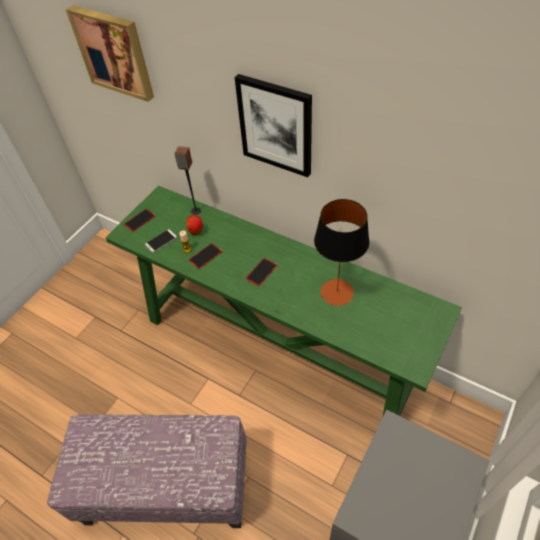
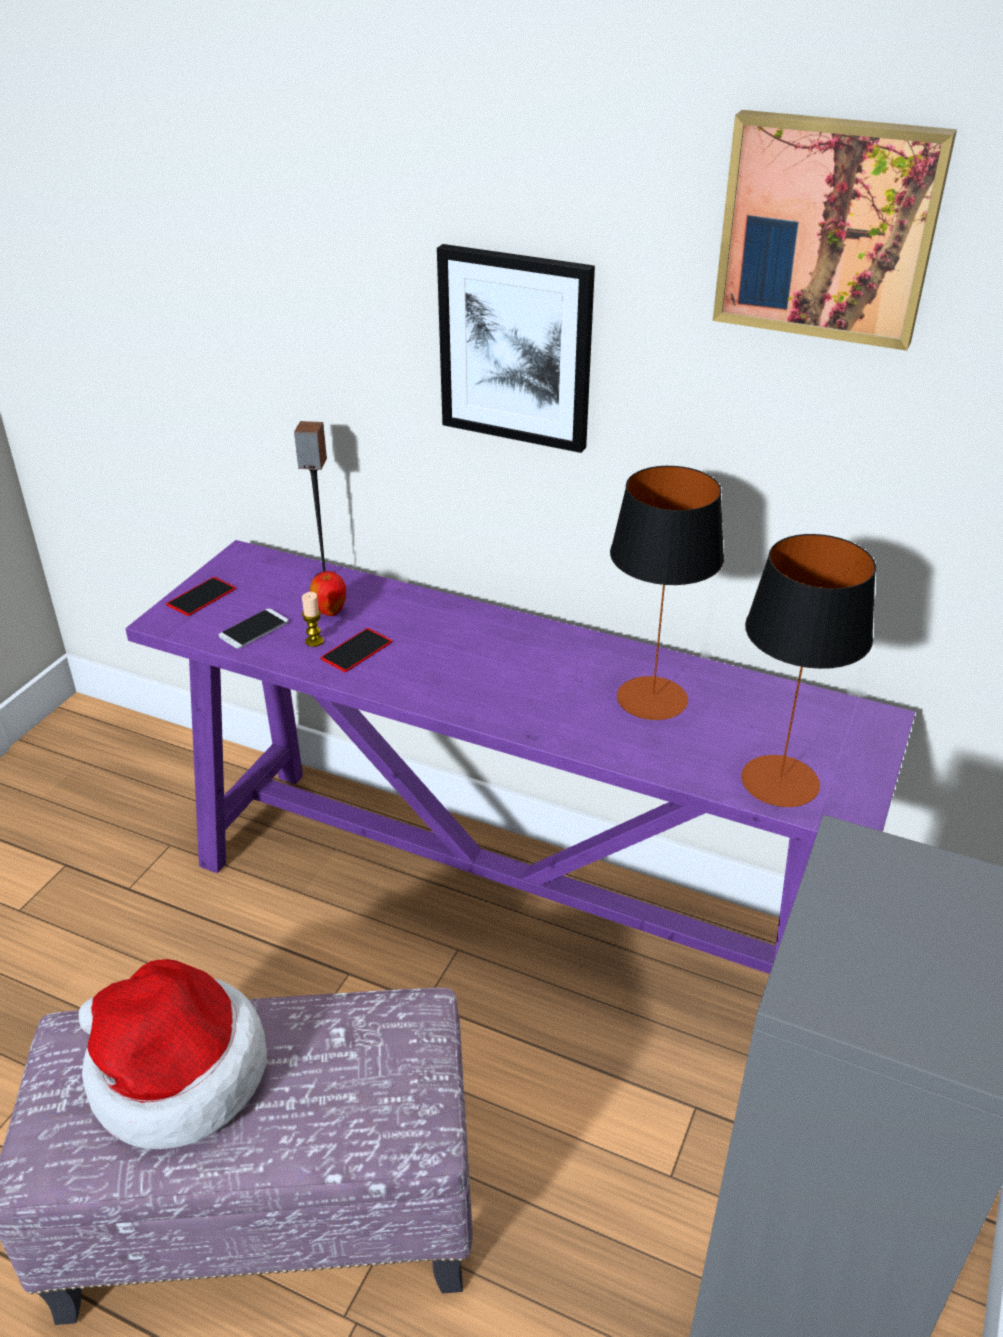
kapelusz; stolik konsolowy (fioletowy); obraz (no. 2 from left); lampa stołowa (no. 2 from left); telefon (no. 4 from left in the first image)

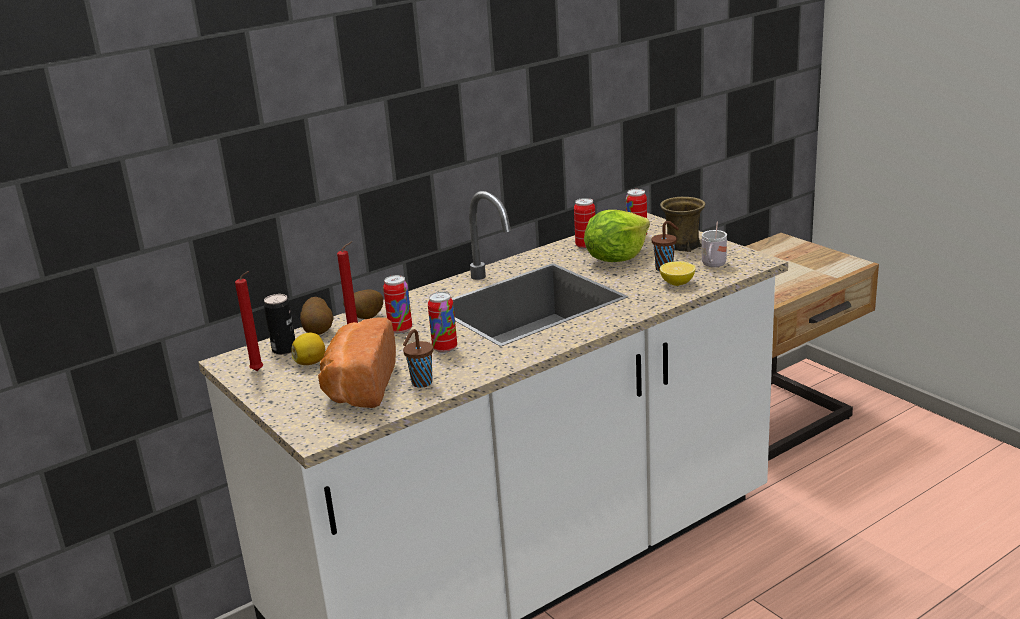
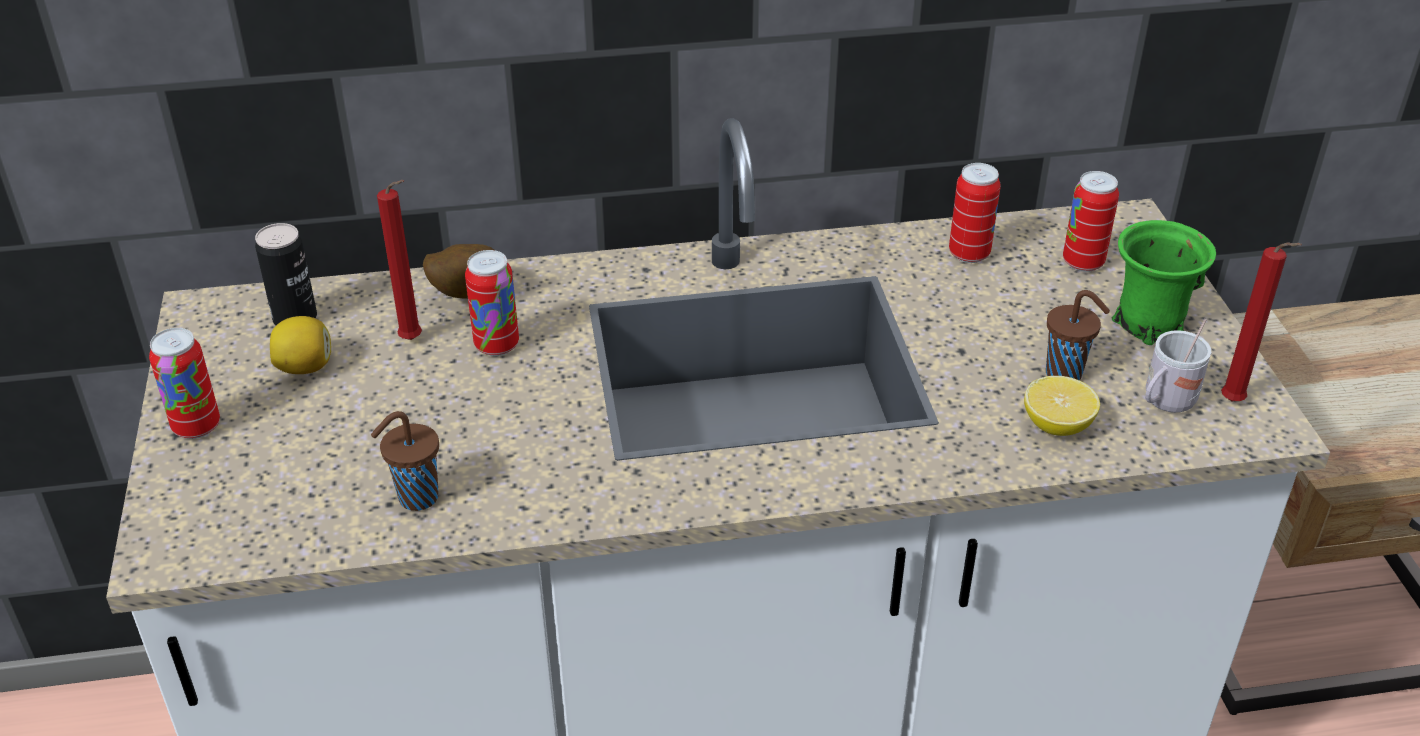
puszka (no. 1 from left); kubek (zielony); świeca (czerwony) (no. 2 from left); ziemniak (no. 1 from left in the first image); chleb; sałata

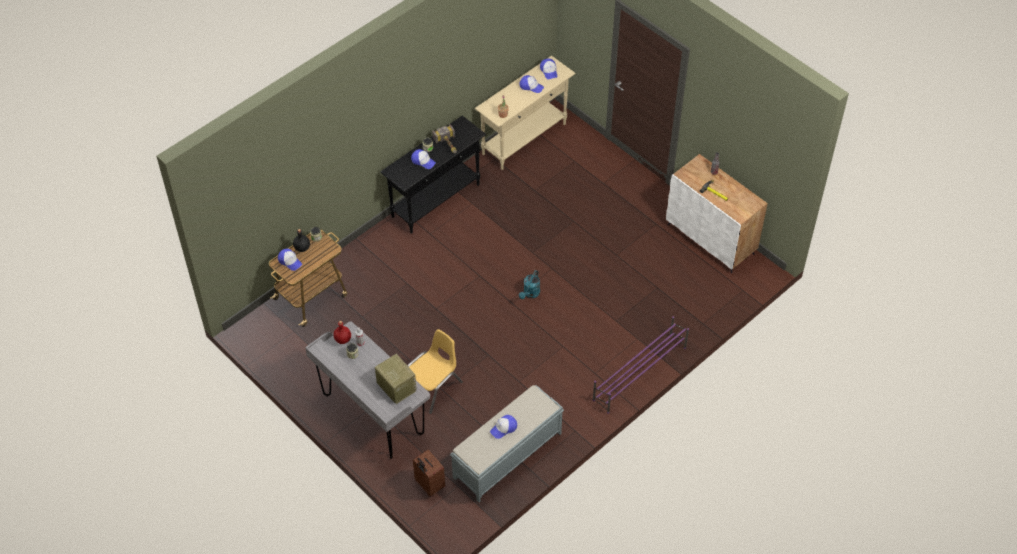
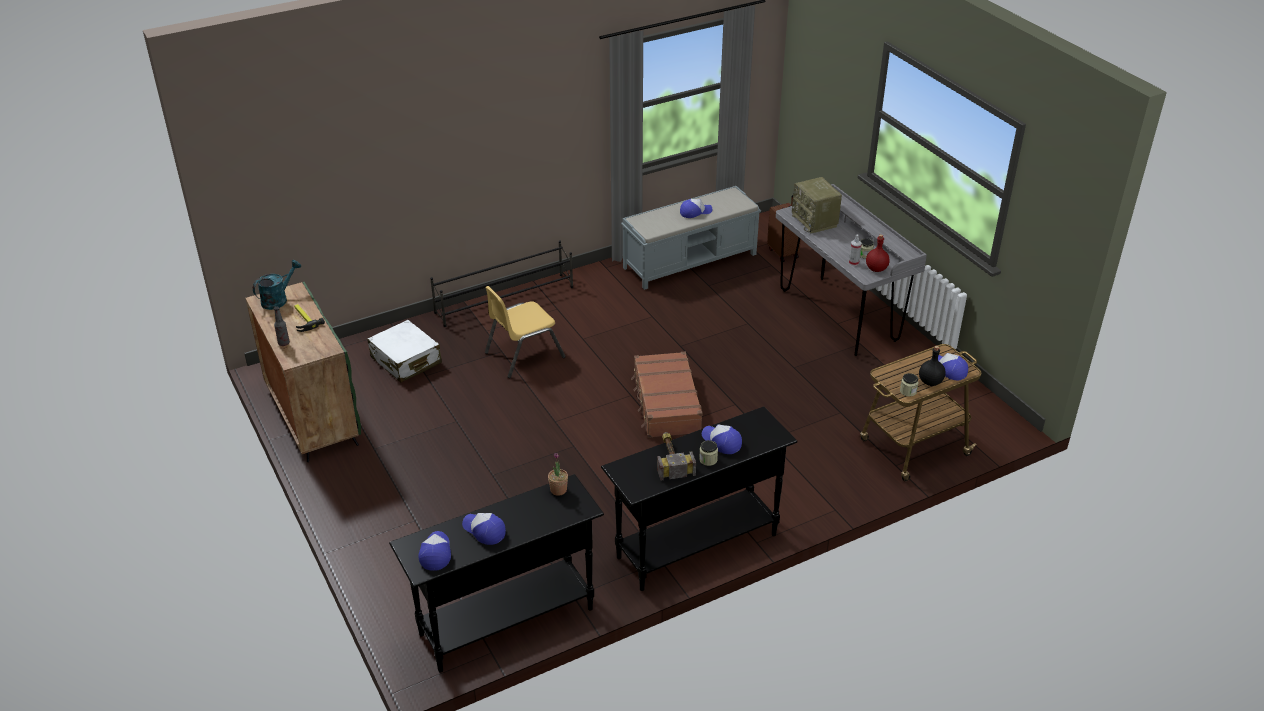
szafka (zielony); konewka (turkusowy); walizka (biały); stolik konsolowy (czarny) (no. 1 from left); regał na buty (czarny); krzesło (żółty); walizka (brązowy) (no. 1 from left)

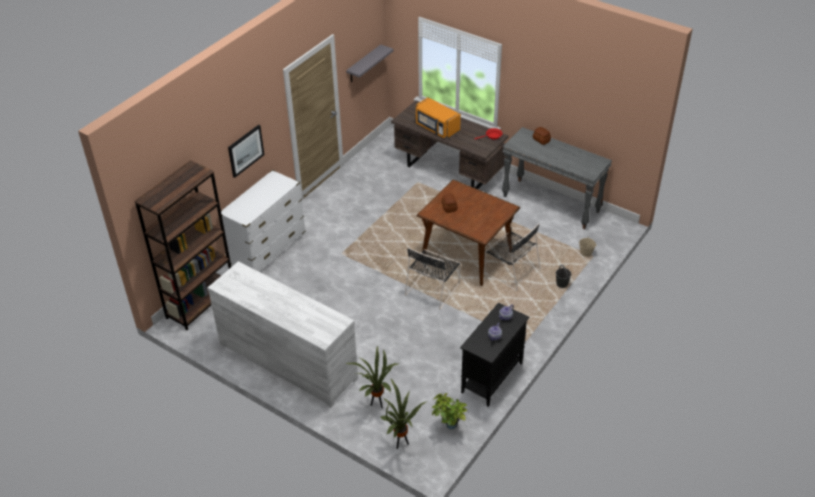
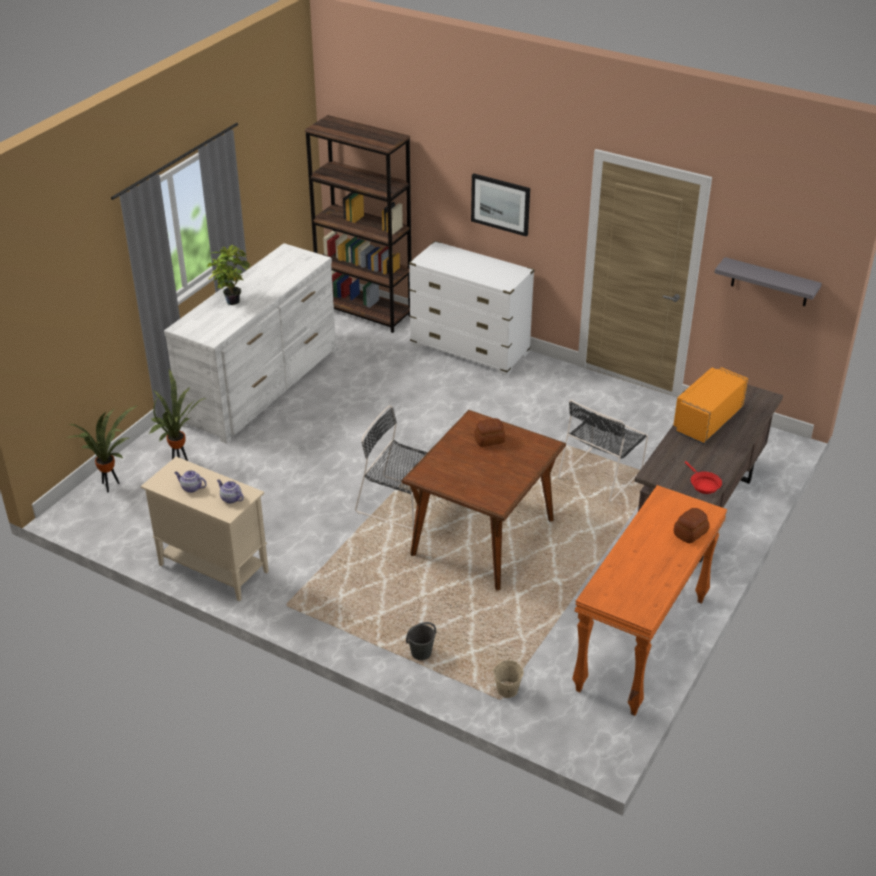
szafka (beżowy); roślina doniczkowa (no. 3 from left); krzesło (czarny) (no. 2 from left); stolik konsolowy (pomarańczowy)

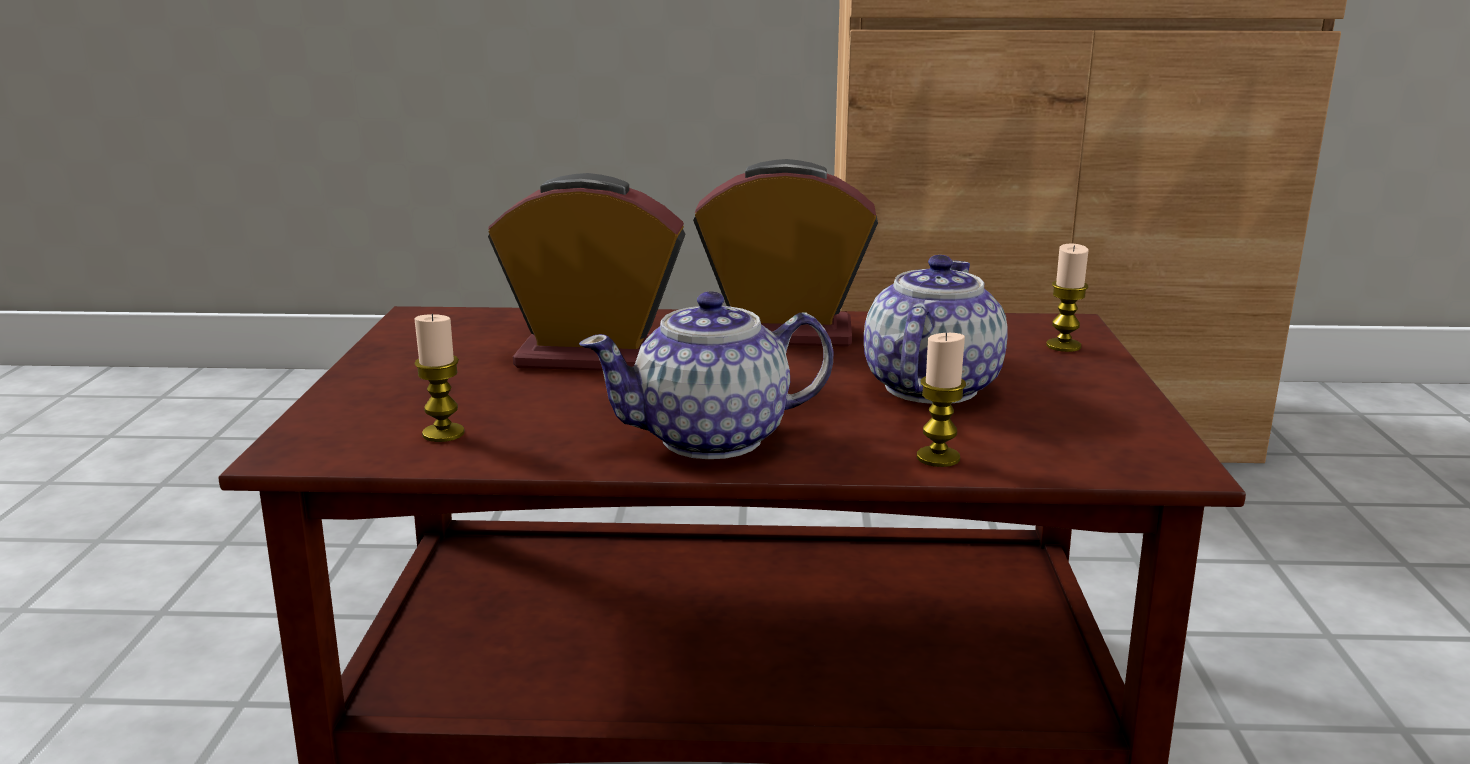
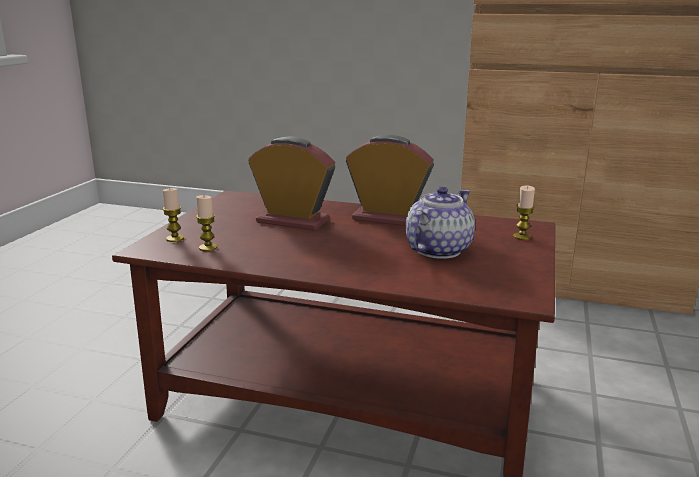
świeca (no. 1 from left); imbryk (no. 1 from left in the first image)

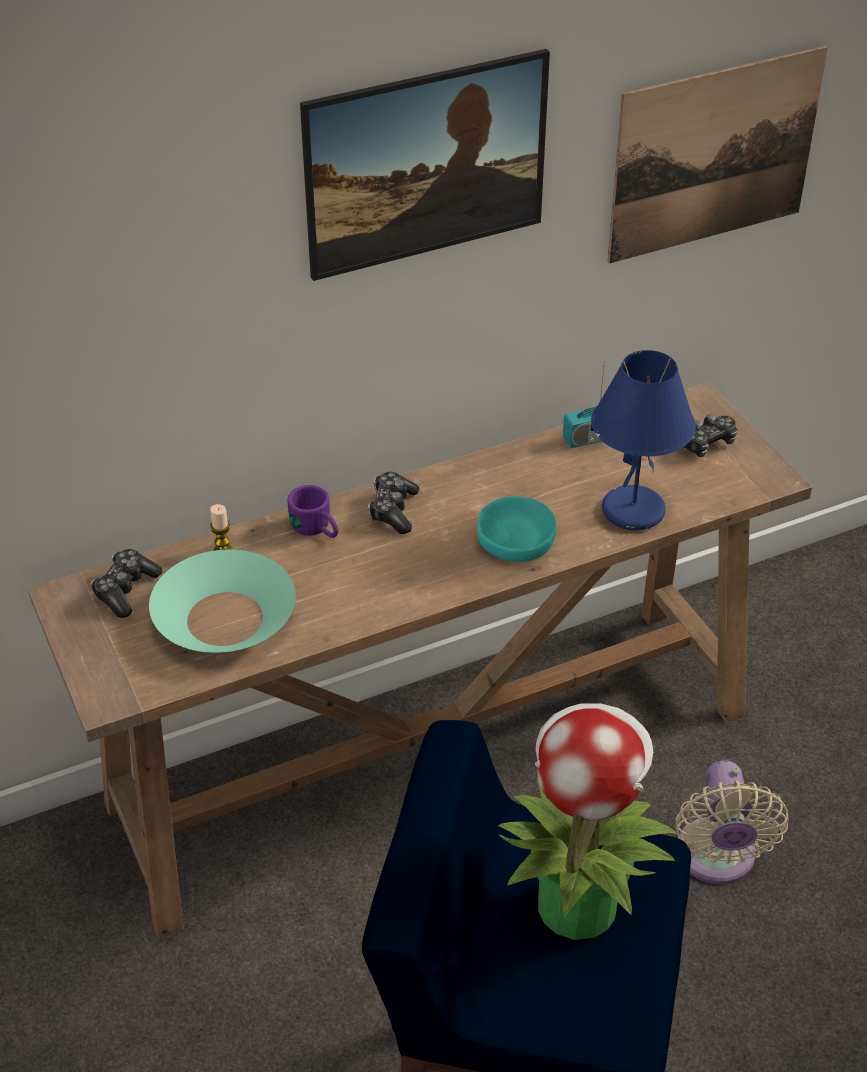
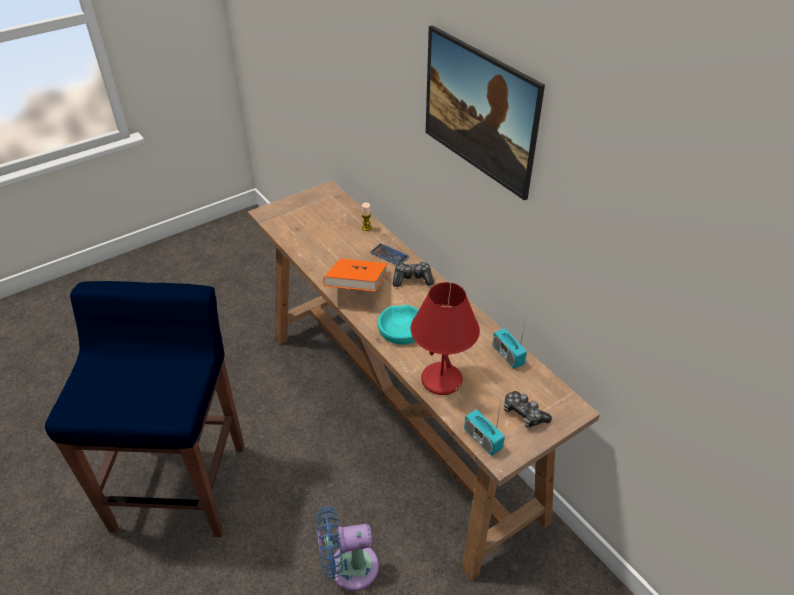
wentylator (niebieski); książka (pomarańczowy); telefon; lampa stołowa (czerwony); radio (no. 1 from left); pad do gier (no. 1 from left in the first image); miska (turkusowy) (no. 1 from left in the first image); roślina doniczkowa; obraz (no. 2 from left in the first image)

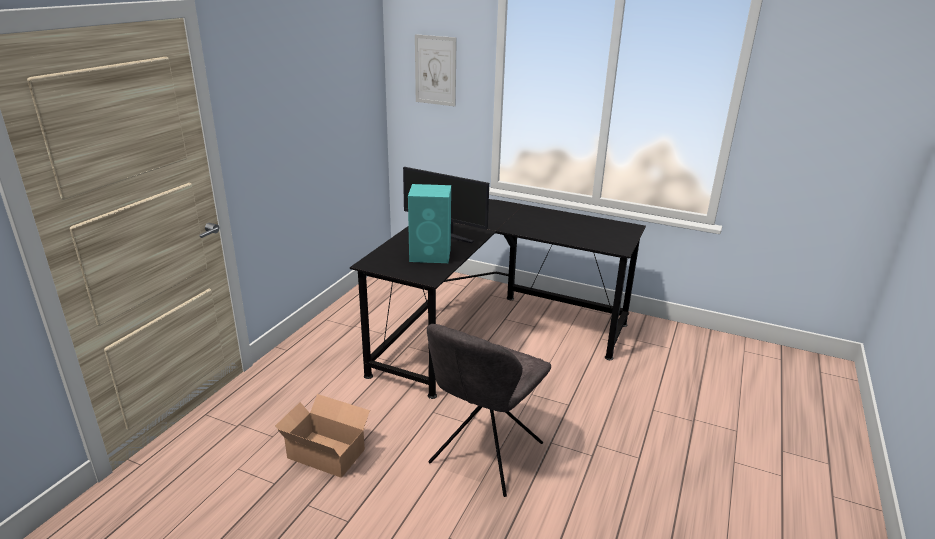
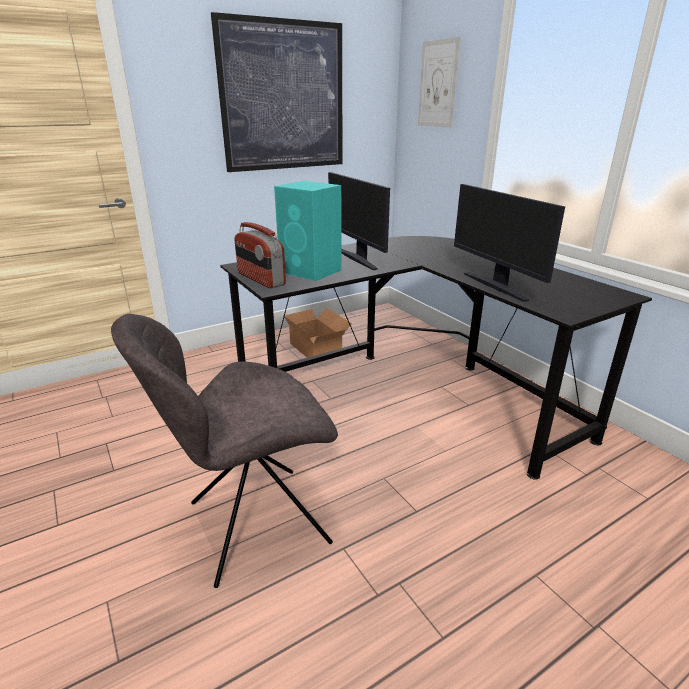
obraz (no. 1 from left); radio; karton; monitor (no. 2 from left)

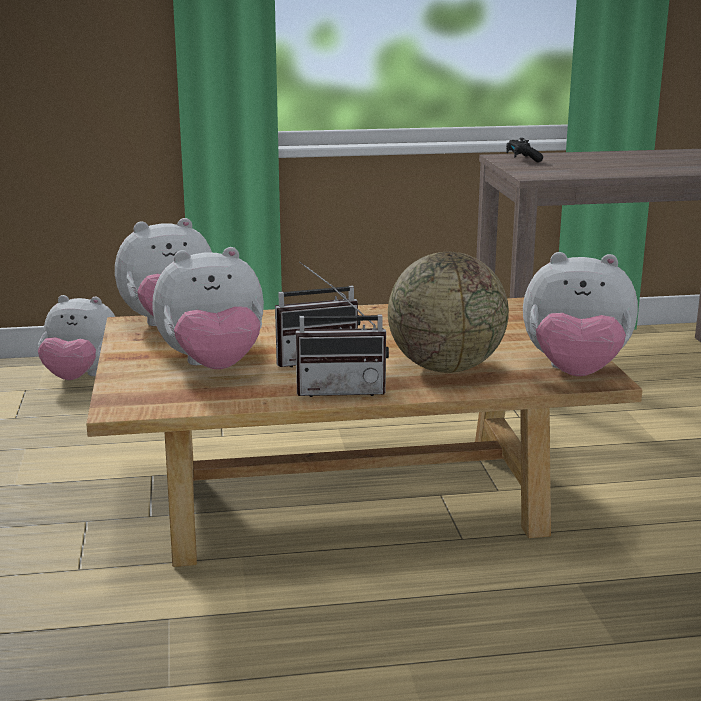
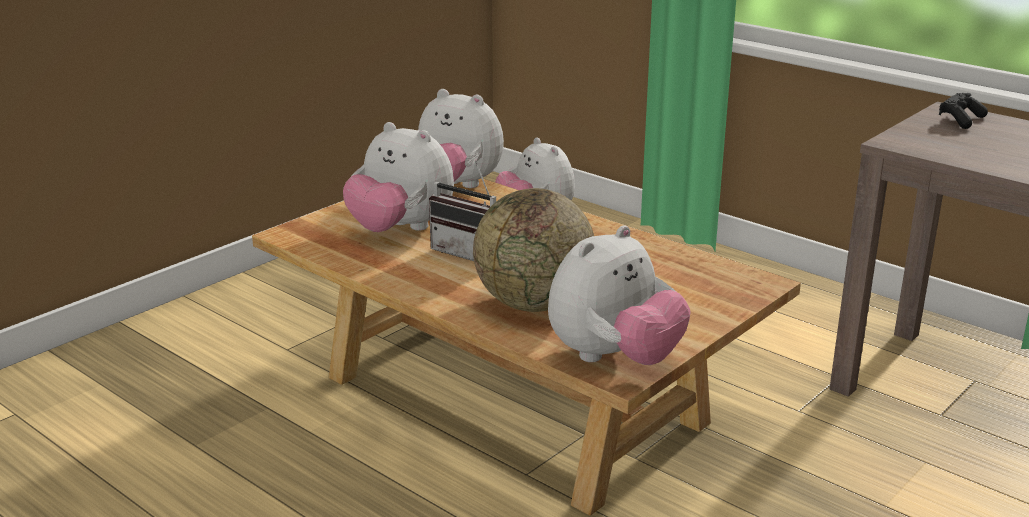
pluszak (no. 4 from left); radio (no. 2 from left in the first image)

